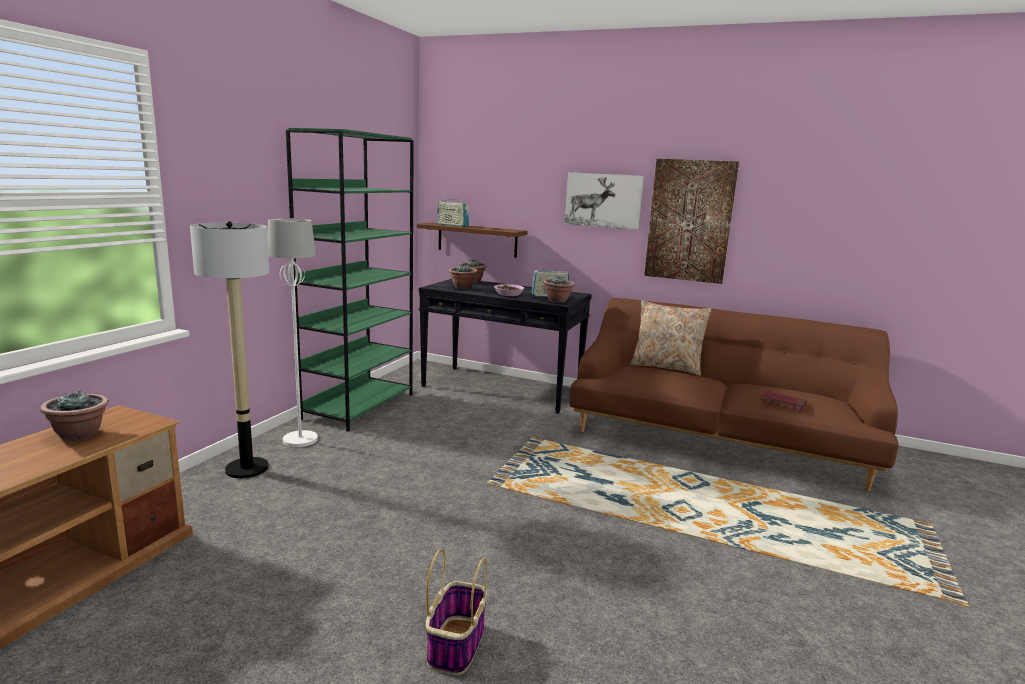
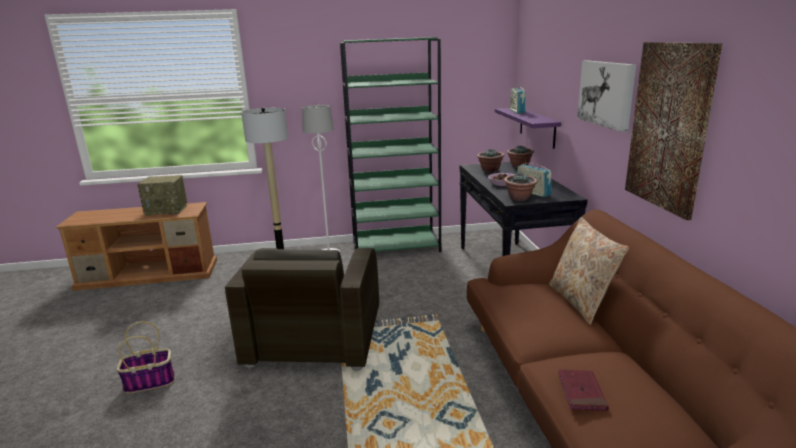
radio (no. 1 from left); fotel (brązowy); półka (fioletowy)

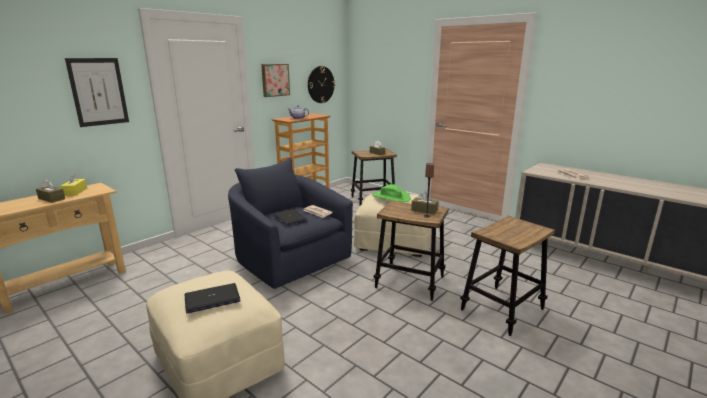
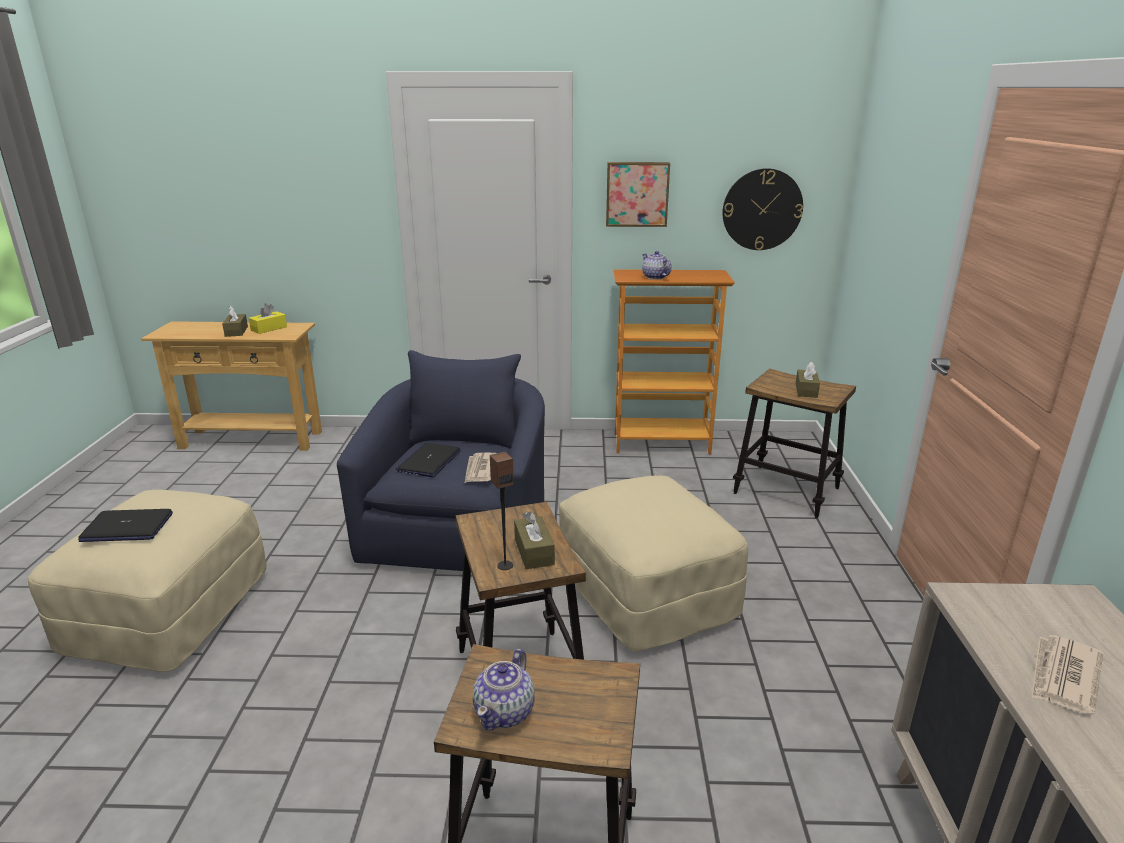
laptop (no. 1 from left); imbryk (no. 1 from left); obraz (no. 1 from left in the first image); kapelusz (zielony)

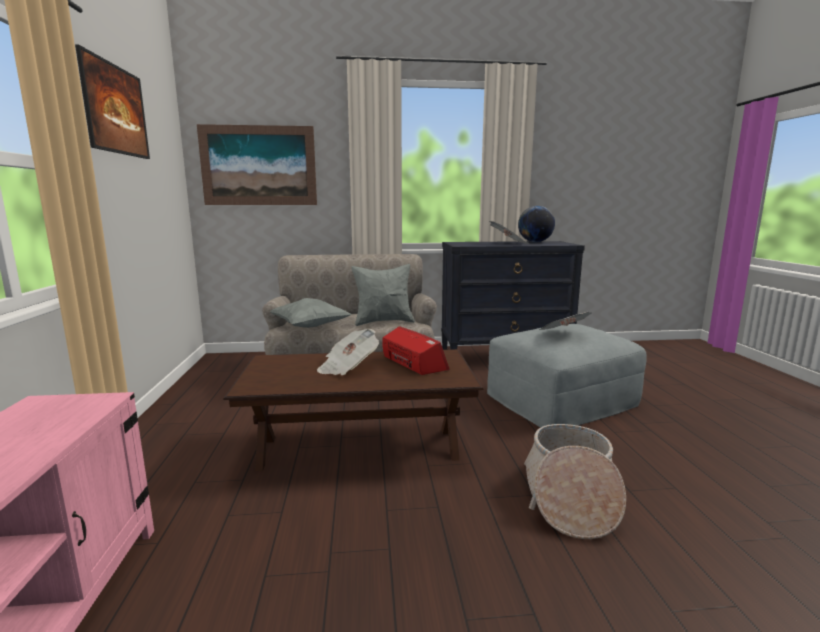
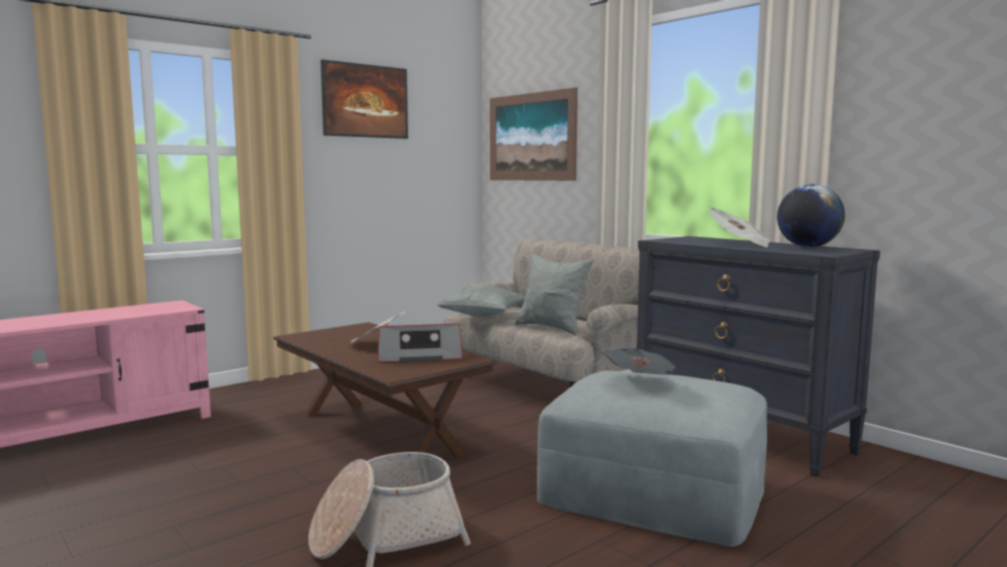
radio

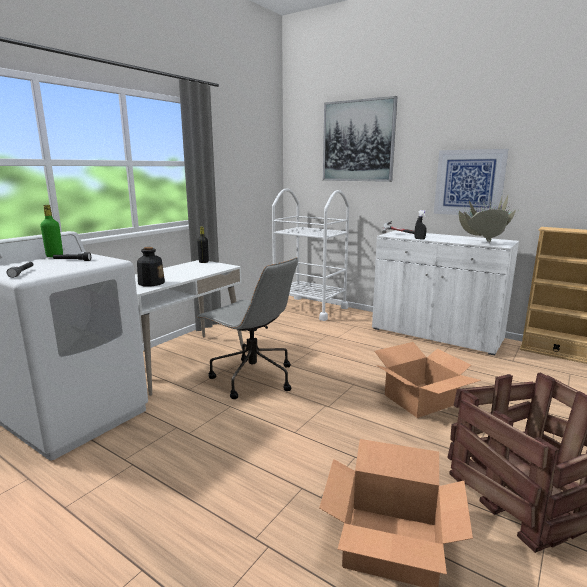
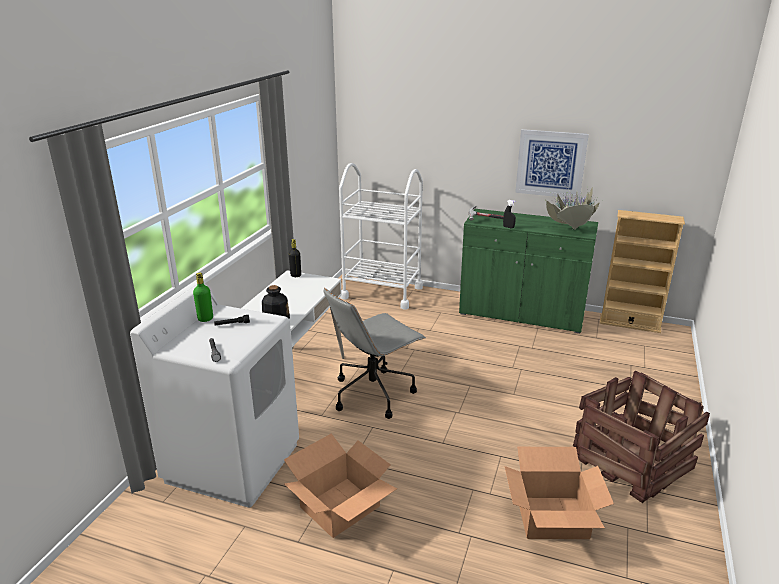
karton (no. 1 from left); krzesło biurowe (szary); szafka (zielony); obraz (no. 1 from left in the first image)

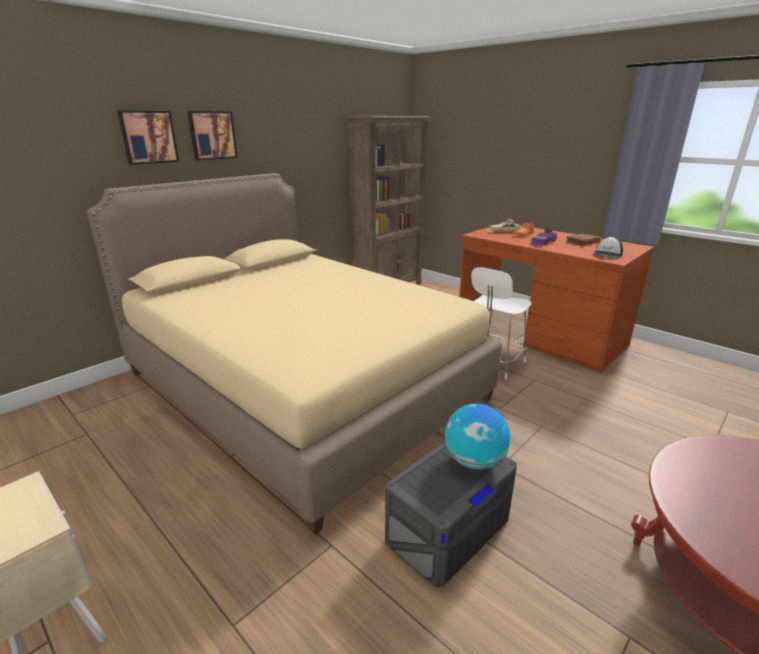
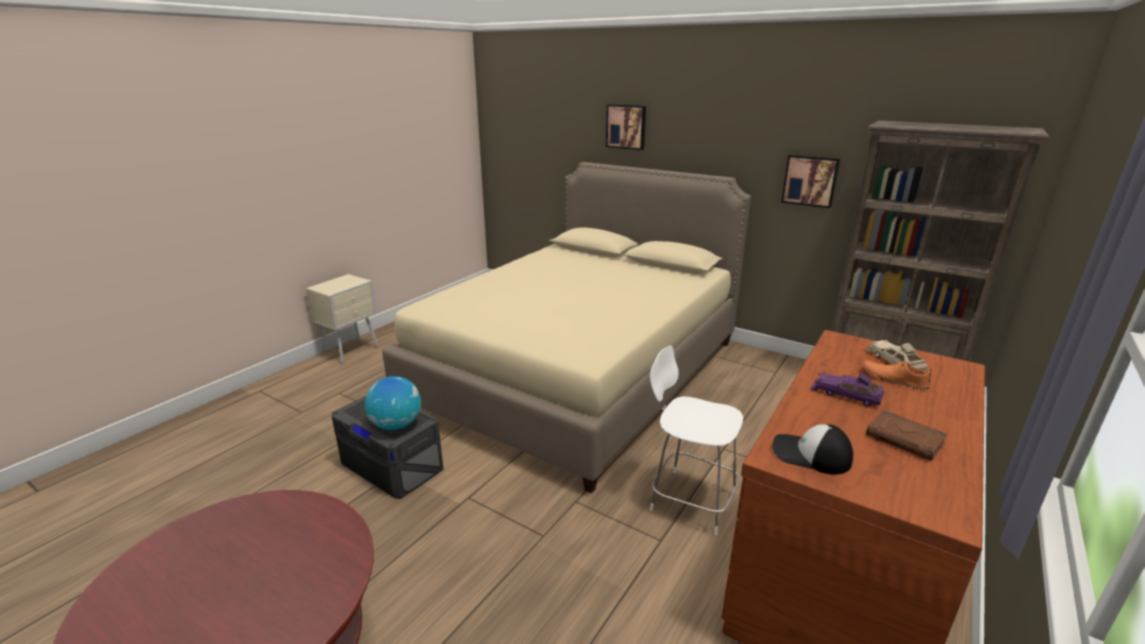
obraz (no. 2 from left)

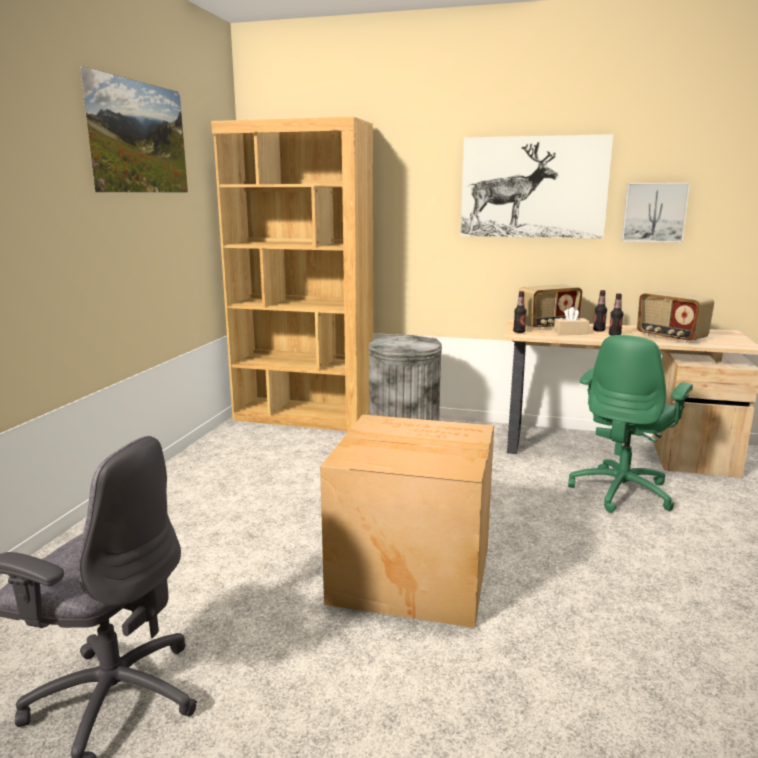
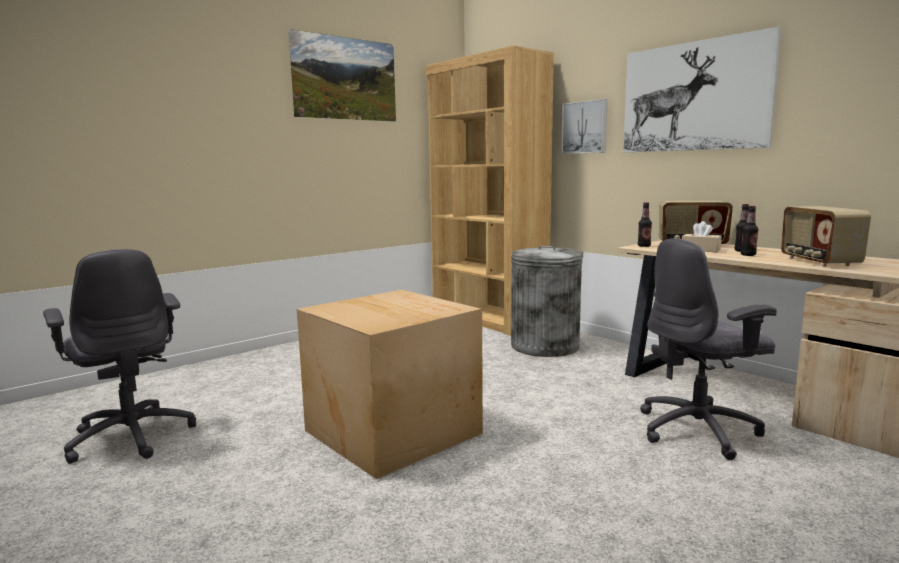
obraz (no. 2 from left); krzesło biurowe (szary) (no. 2 from left)

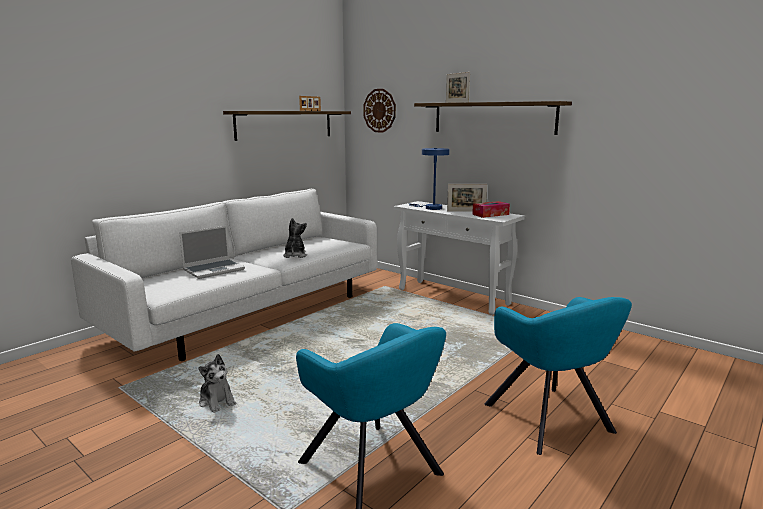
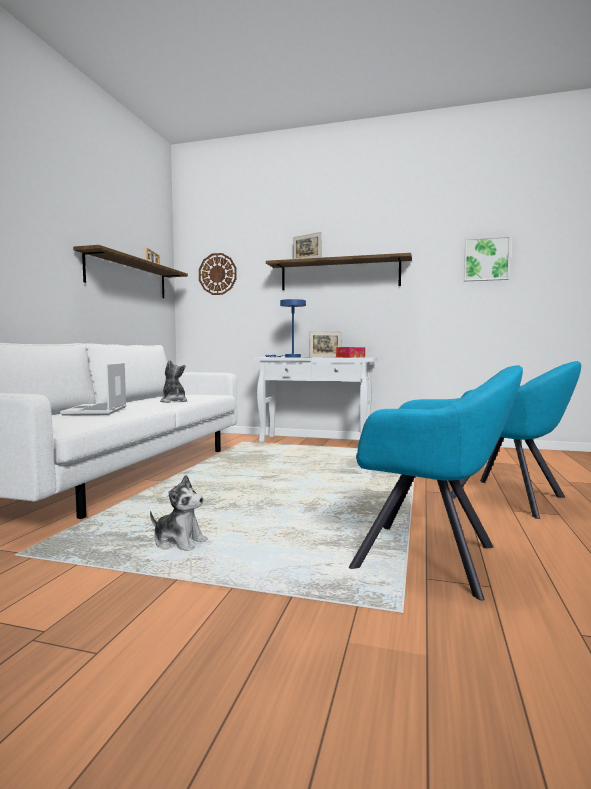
laptop; obraz

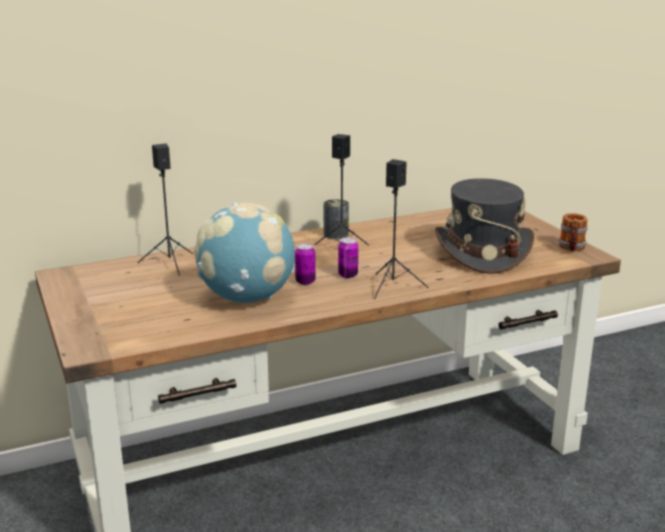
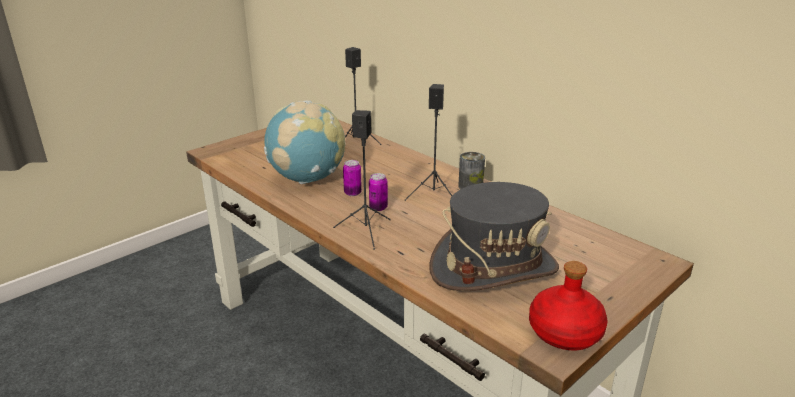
butelka (czerwony)

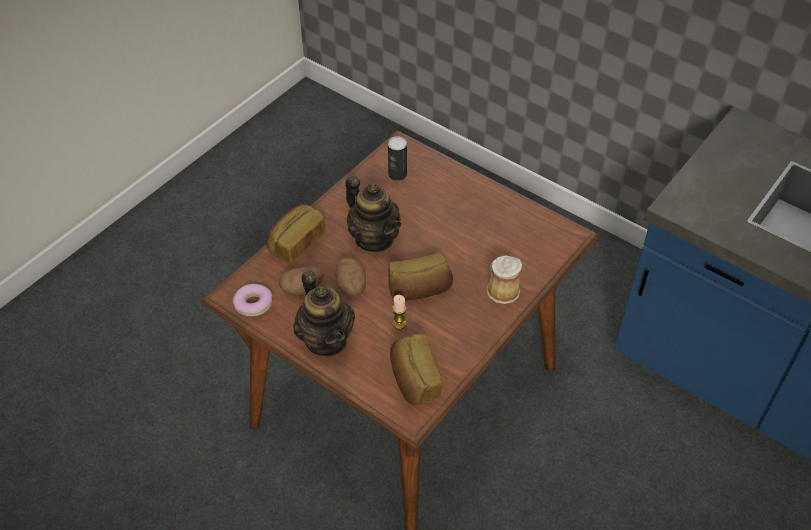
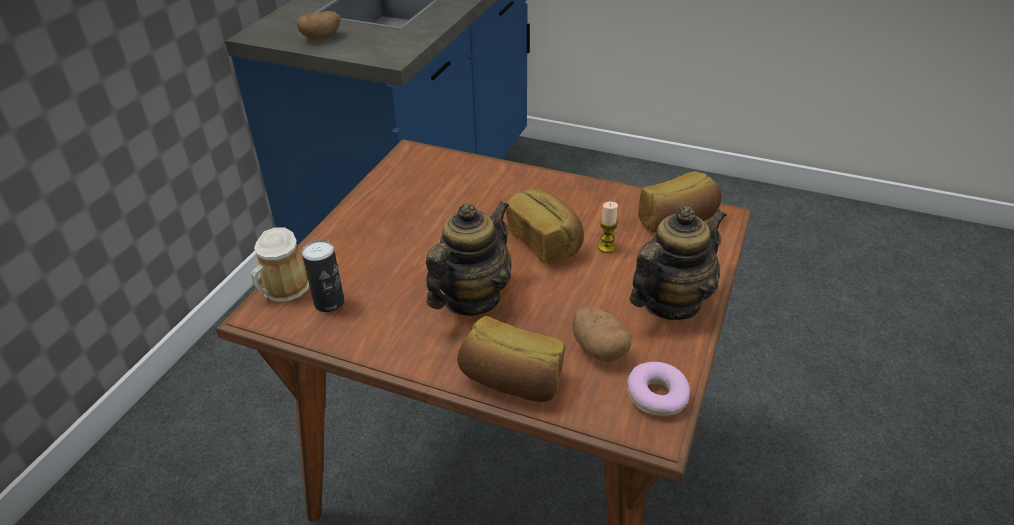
kubek; ziemniak (no. 1 from left)

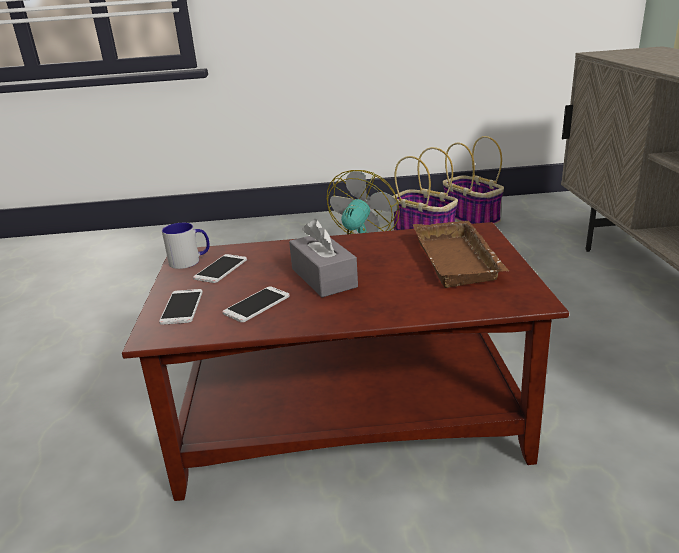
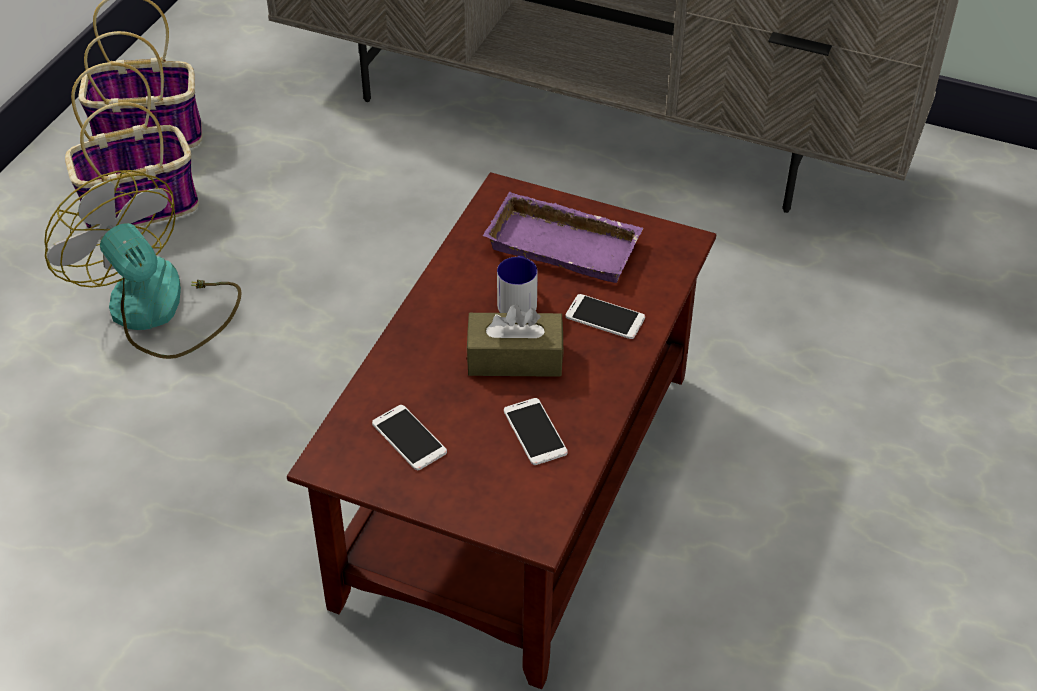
pudełko chusteczek (brązowy); taca (fioletowy); kubek; telefon (no. 3 from left)

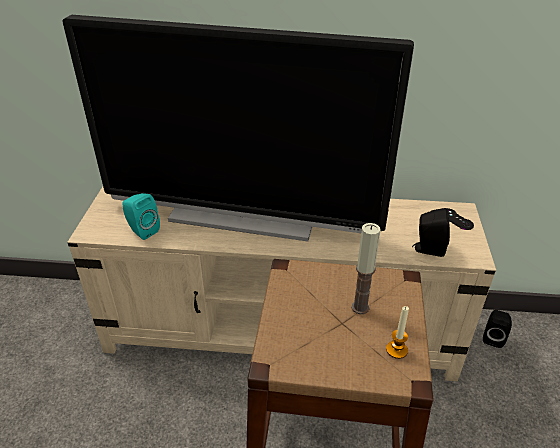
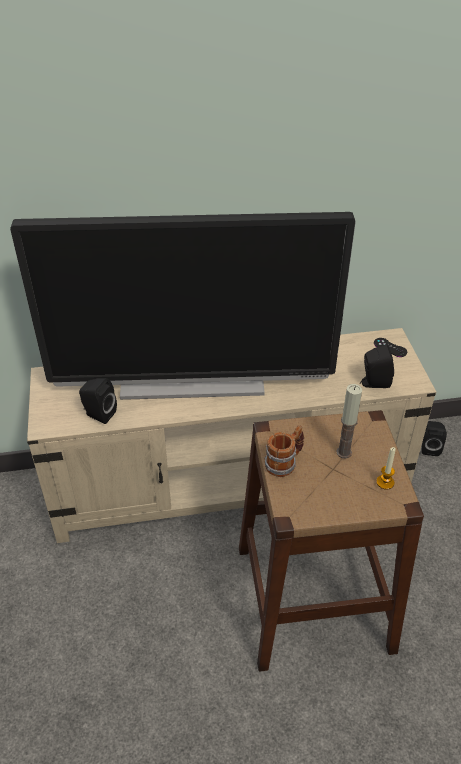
głośnik (czarny) (no. 1 from left); kubek

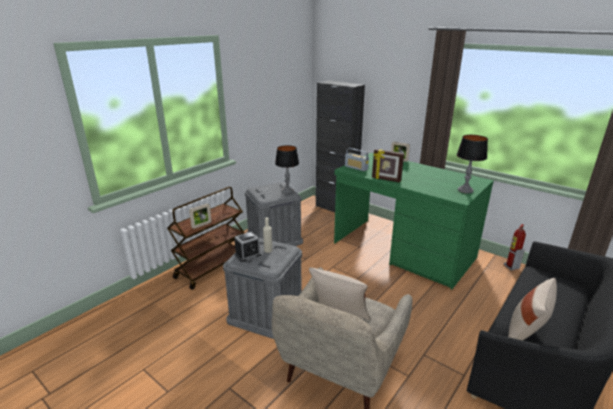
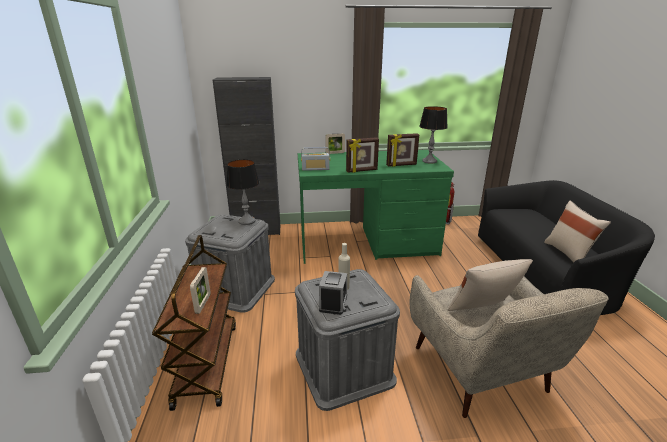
ramka na zdjęcie (no. 4 from left)

